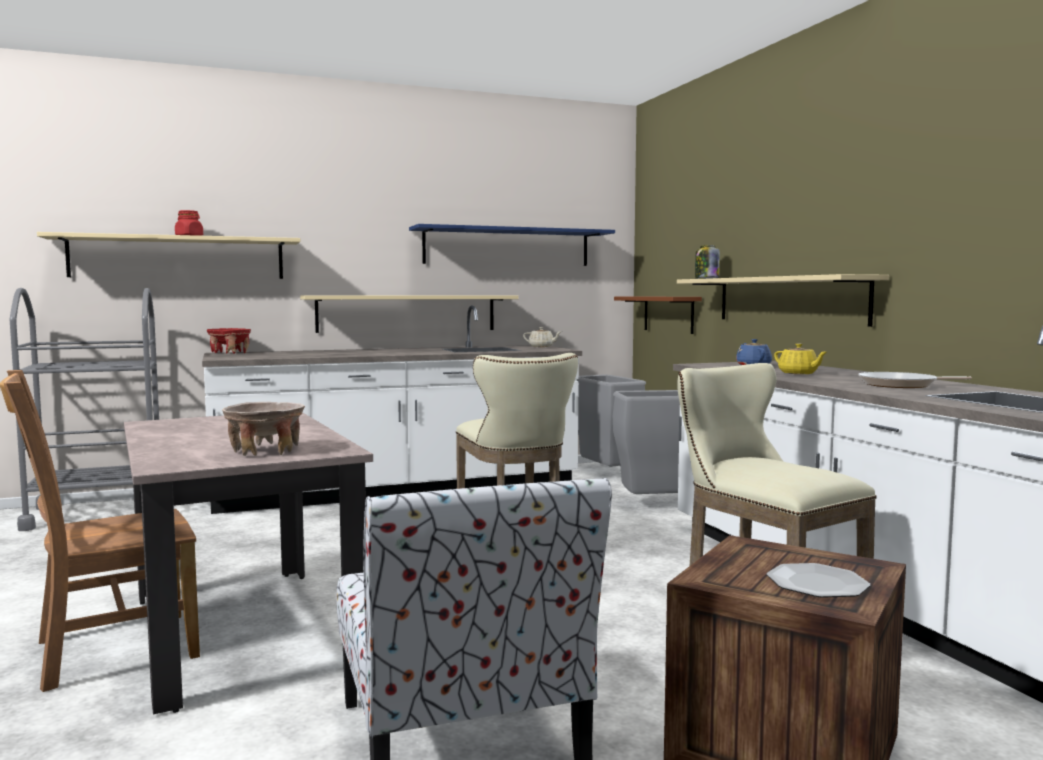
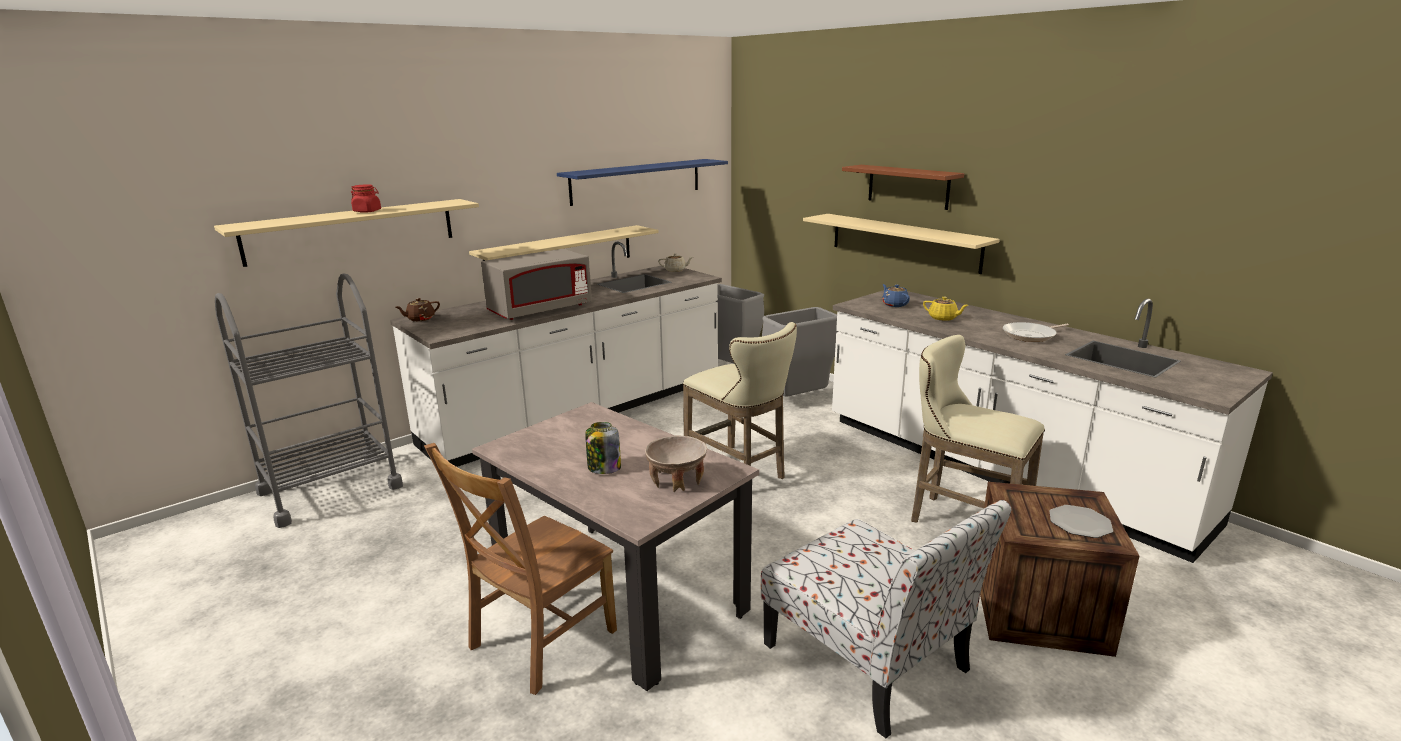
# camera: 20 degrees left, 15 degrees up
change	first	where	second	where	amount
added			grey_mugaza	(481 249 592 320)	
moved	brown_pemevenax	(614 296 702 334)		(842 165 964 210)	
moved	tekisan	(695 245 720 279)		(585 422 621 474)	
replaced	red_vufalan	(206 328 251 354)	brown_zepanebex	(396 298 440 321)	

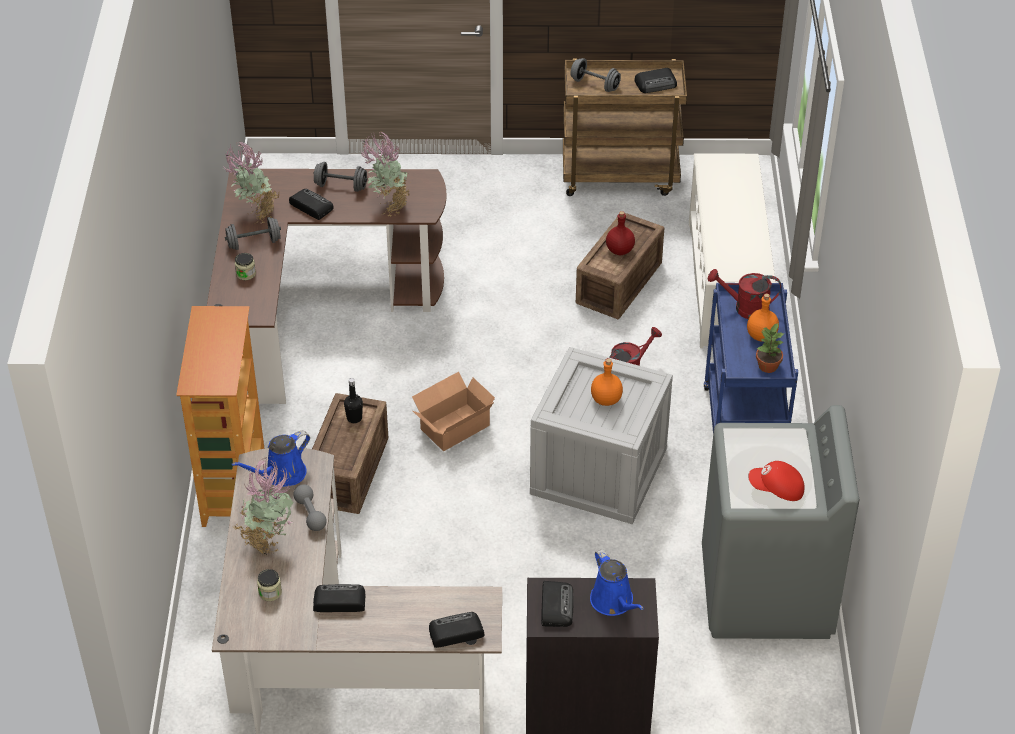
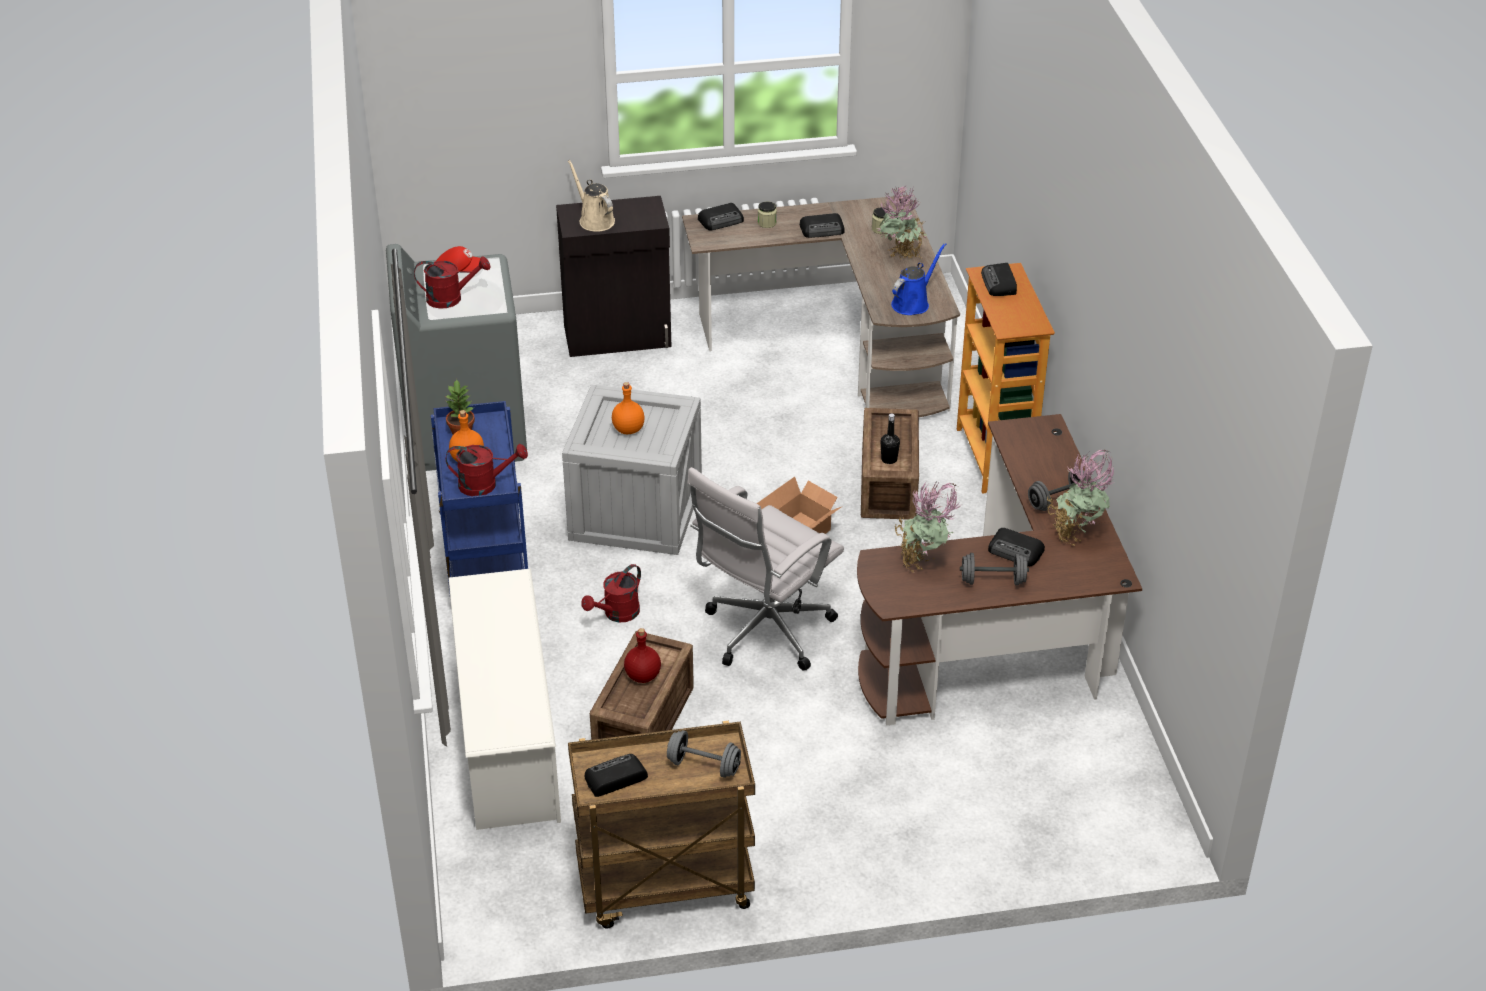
# camera: 170 degrees right, 5 degrees down
change	first	where	second	where	amount
removed	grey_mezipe	(293 484 327 531)			
added			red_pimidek	(414 257 491 309)	
added			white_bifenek	(687 467 844 671)	
moved	tekisan	(235 253 256 280)		(758 201 777 228)	
moved	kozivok	(541 581 573 627)		(981 263 1017 296)	
recoloured	blue_pimidek	(590 549 644 616)	beige_pimidek	(568 160 615 232)	

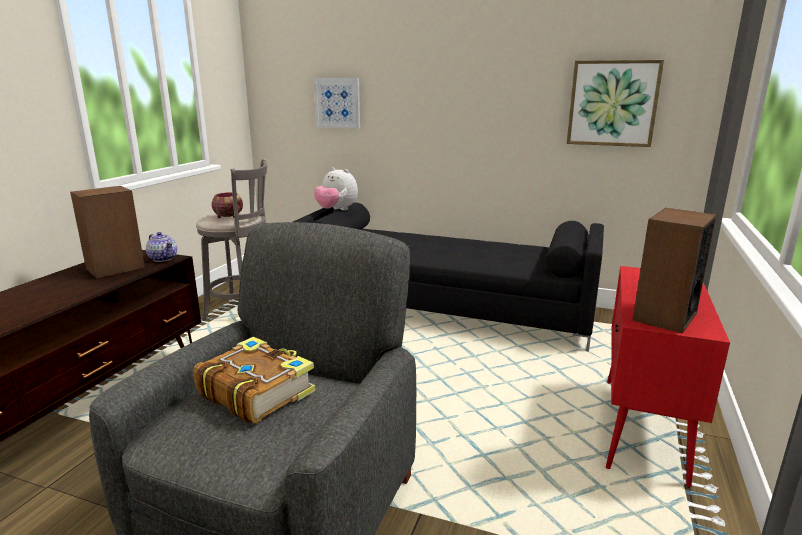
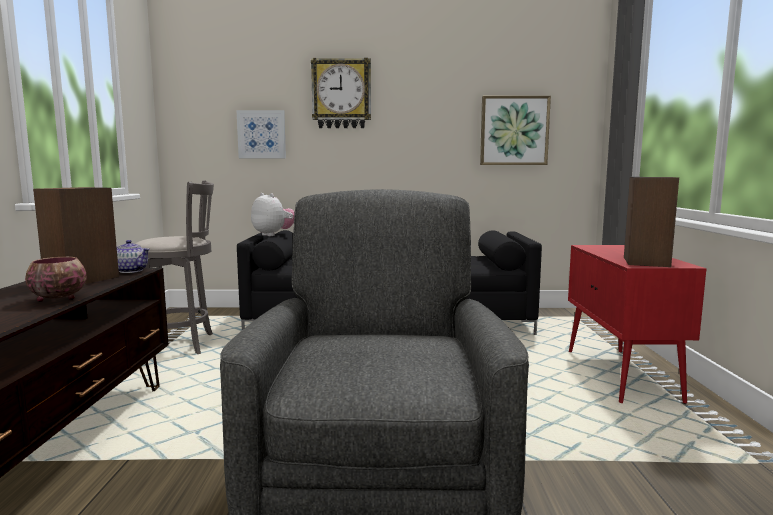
# camera: 20 degrees left, 10 degrees down
change	first	where	second	where	amount
removed	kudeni	(194 337 315 423)			
added			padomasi	(311 58 371 128)	
moved	vufalan	(212 192 243 218)		(25 257 87 302)	
turned	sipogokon	(314 167 358 211)		(251 193 295 236)	150 degrees counterclockwise

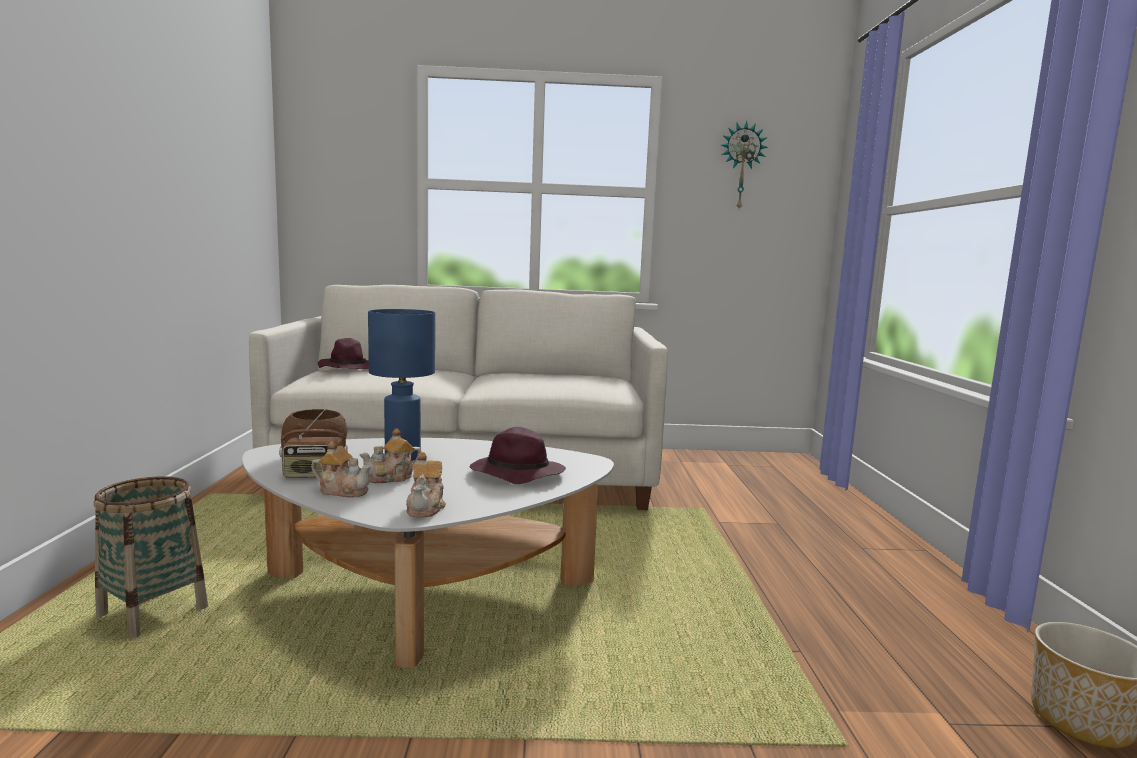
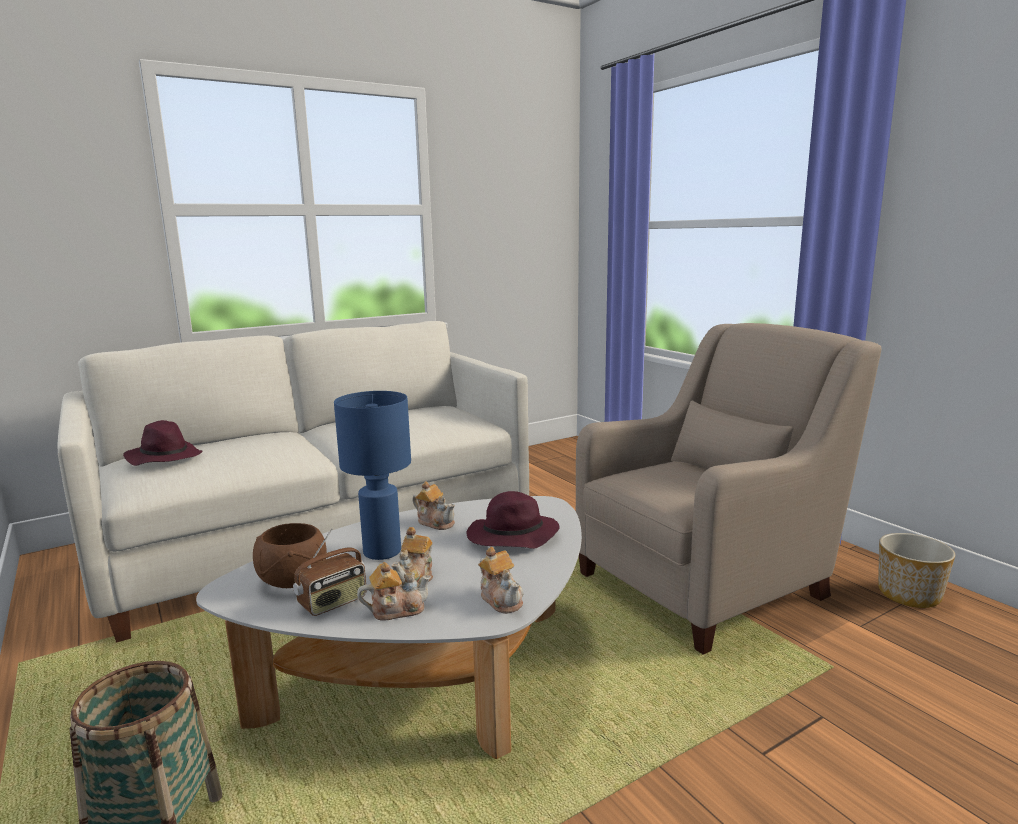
# camera: 30 degrees left, 5 degrees up
change	first	where	second	where	amount
removed	padomasi	(721 121 768 209)			
added			zepanebex	(413 481 455 530)	
added			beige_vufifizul	(576 323 881 655)	

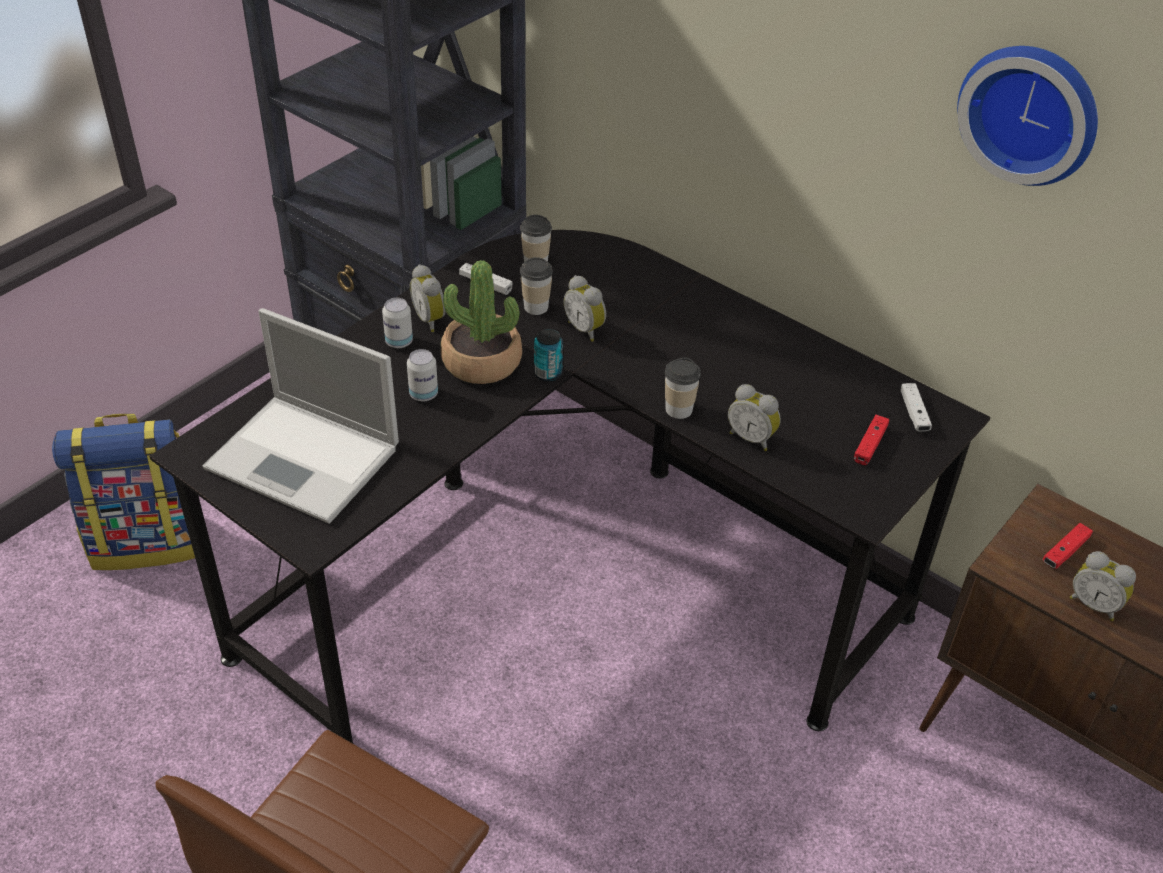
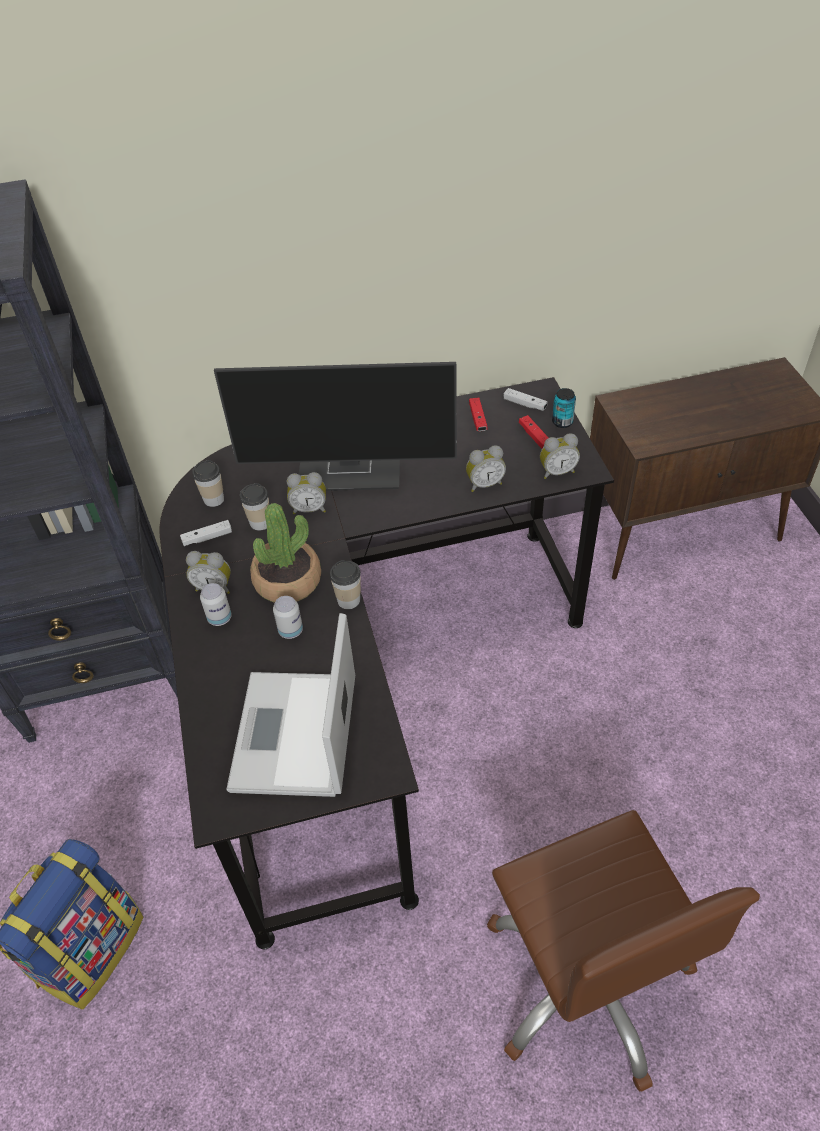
# camera: 50 degrees left, 5 degrees up
change	first	where	second	where	amount
removed	padomasi	(957 46 1098 186)			
added			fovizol	(214 362 457 491)	
moved	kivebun	(534 329 563 382)		(552 388 576 428)	
moved	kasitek	(665 357 701 419)		(330 560 361 609)	
moved	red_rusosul	(1043 523 1093 569)		(469 397 487 431)	
moved	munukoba	(1070 551 1136 621)		(540 433 580 479)	
turned	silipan	(203 308 399 524)		(226 613 355 797)	120 degrees clockwise

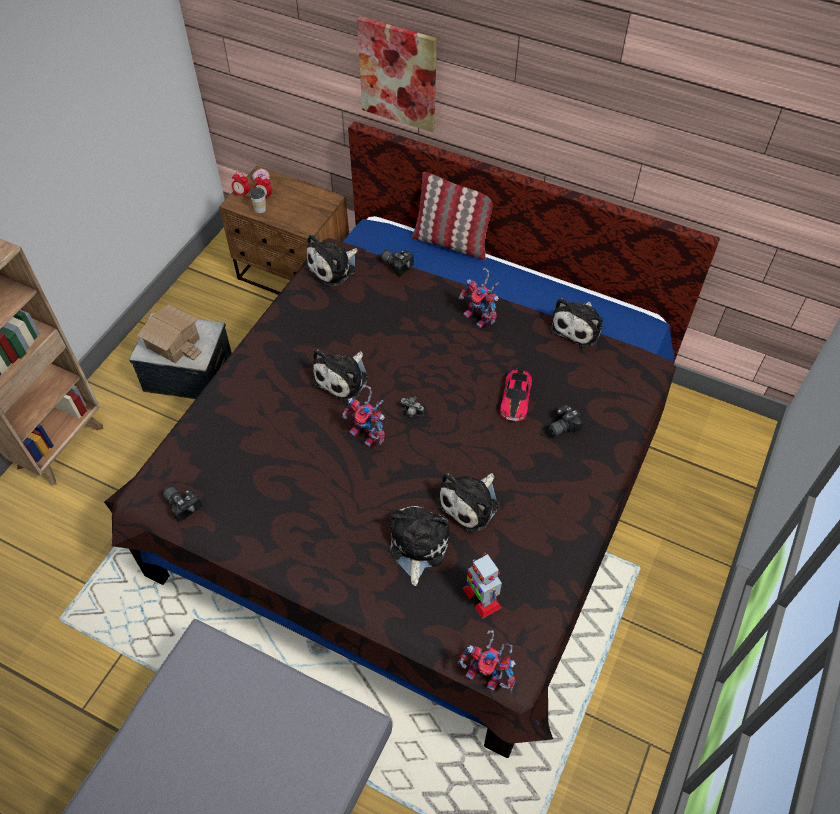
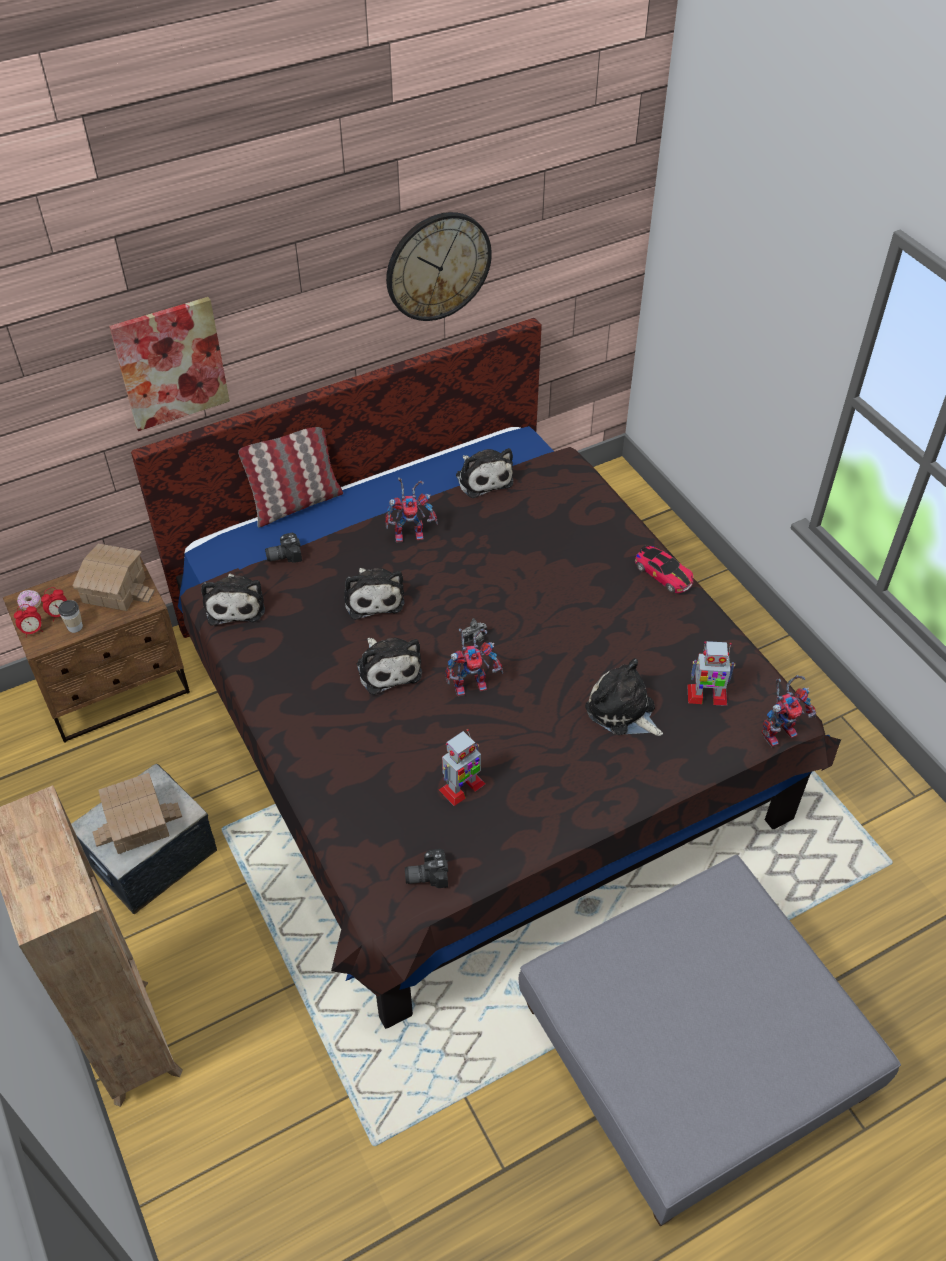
# camera: 55 degrees left, 5 degrees down
change	first	where	second	where	amount
removed	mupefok	(547 404 583 437)			
added			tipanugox	(72 544 154 611)	
added			padomasi	(386 212 492 321)	
added			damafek	(439 729 485 806)	
moved	sipogokon	(436 473 499 533)		(344 568 405 620)	
moved	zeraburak	(500 368 532 421)		(635 545 693 593)	

